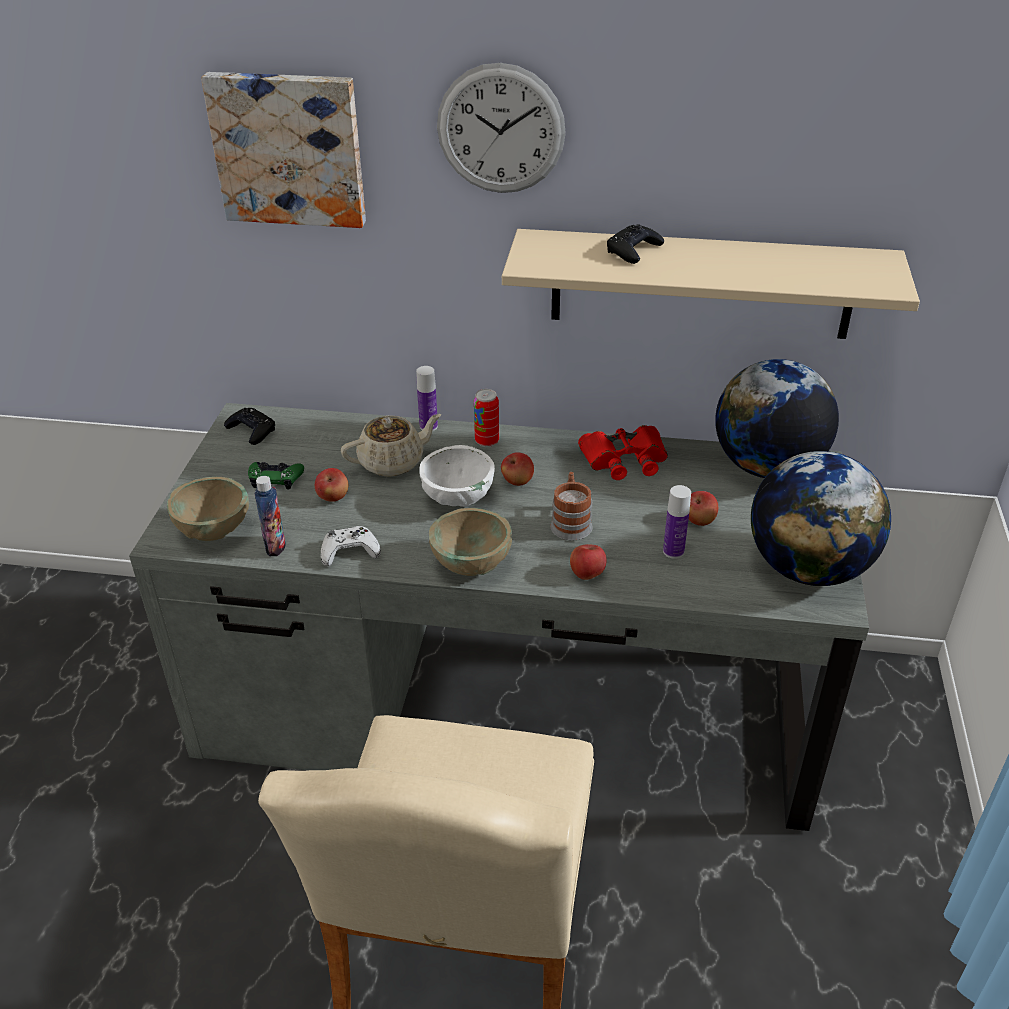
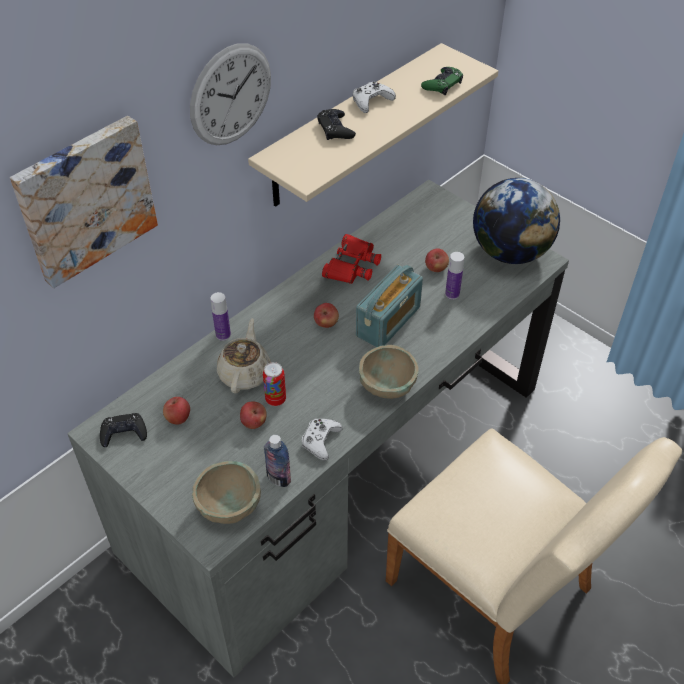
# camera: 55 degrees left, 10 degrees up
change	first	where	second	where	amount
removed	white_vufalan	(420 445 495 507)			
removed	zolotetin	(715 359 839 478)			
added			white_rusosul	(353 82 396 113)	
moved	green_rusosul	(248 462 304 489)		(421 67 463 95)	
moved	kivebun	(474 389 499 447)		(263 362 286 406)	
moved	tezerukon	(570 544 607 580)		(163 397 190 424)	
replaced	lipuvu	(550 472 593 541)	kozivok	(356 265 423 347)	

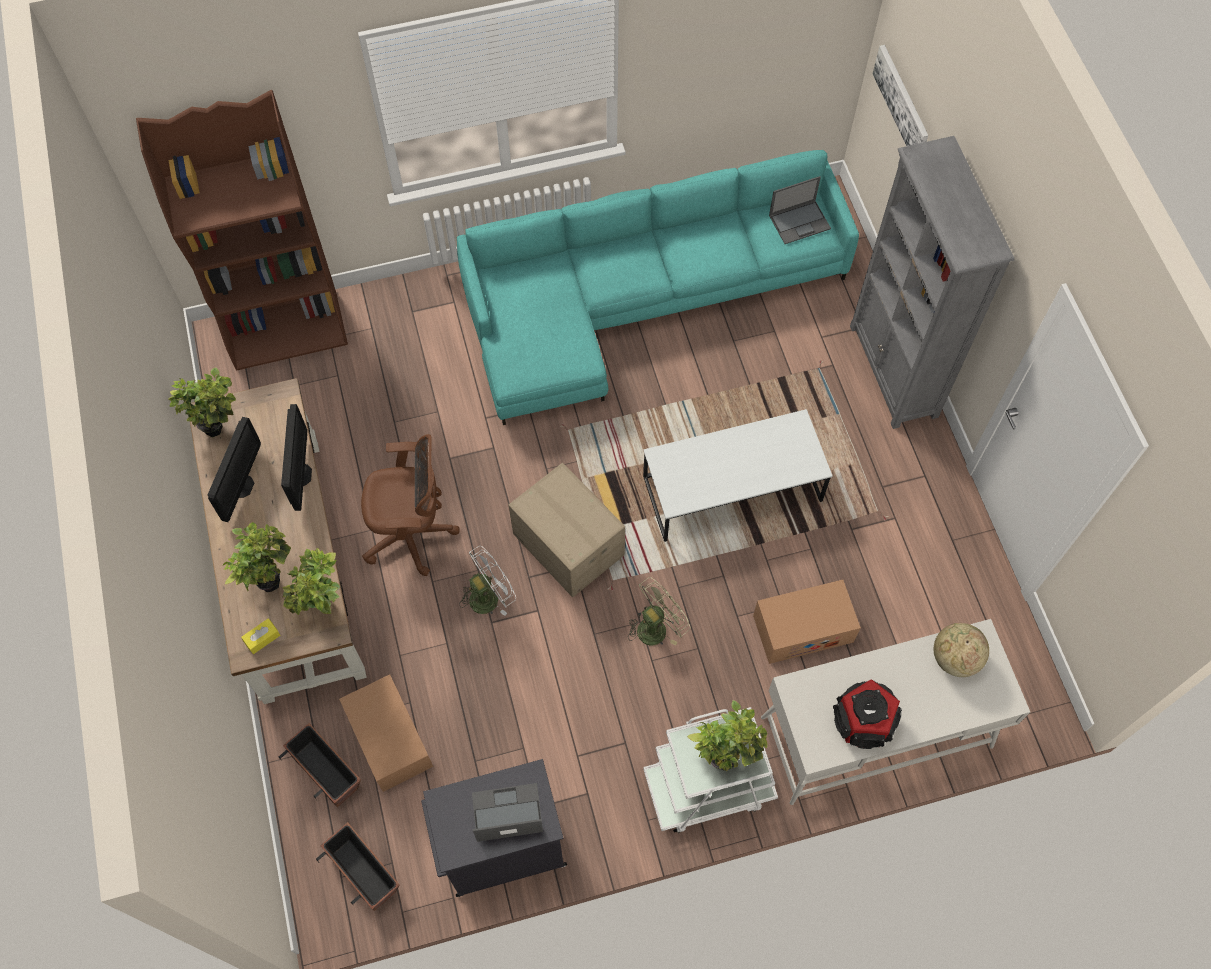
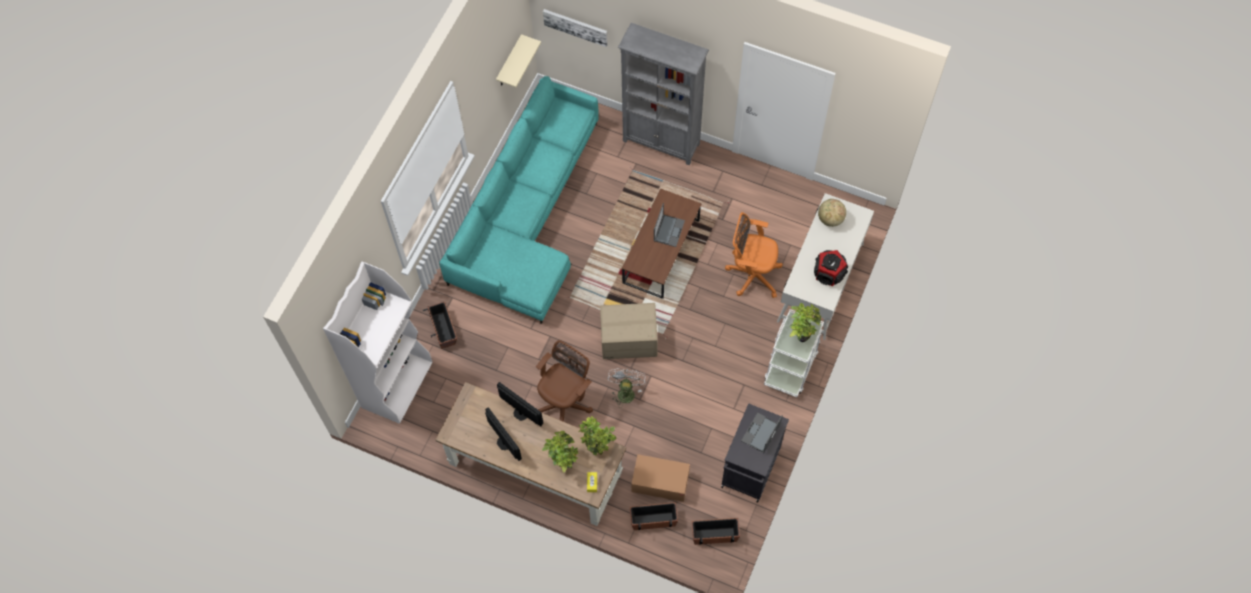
# camera: 50 degrees left, 0 degrees up
change	first	where	second	where	amount
removed	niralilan	(169 368 236 438)			
removed	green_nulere	(628 577 691 645)			
added			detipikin	(423 301 457 349)	
added			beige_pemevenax	(496 34 541 88)	
moved	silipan	(769 176 831 244)		(654 203 685 247)	
replaced	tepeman	(753 580 861 664)	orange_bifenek	(725 212 783 298)	
recoloured	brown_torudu	(136 90 348 371)	white_torudu	(323 262 433 424)	
recoloured	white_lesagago	(643 409 833 542)	brown_lesagago	(622 188 701 299)	

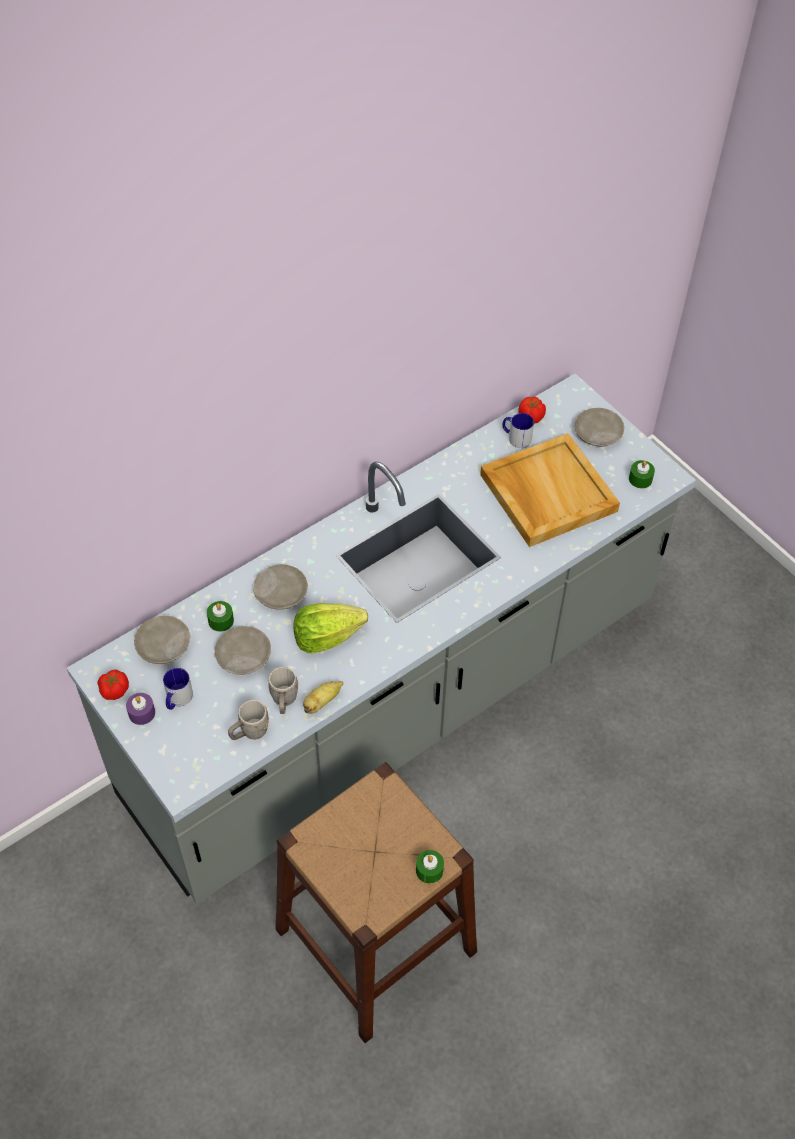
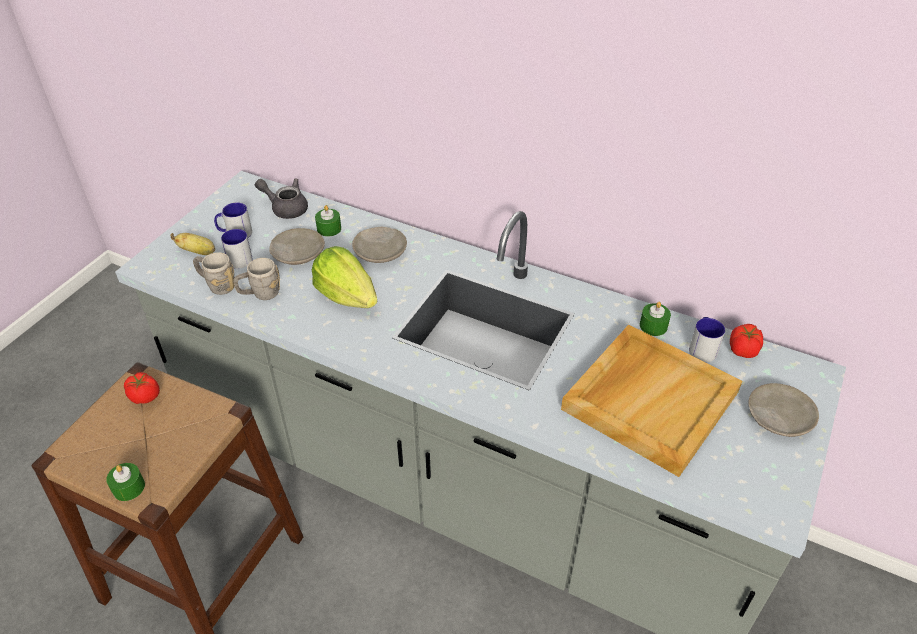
# camera: 65 degrees right, 10 degrees down
change	first	where	second	where	amount
removed	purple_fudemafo	(126 693 155 725)			
added			lipuvu	(221 229 253 269)	
moved	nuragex	(97 669 129 700)		(124 372 160 404)	
moved	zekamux	(303 681 343 714)		(170 233 215 255)	
moved	green_fudemafo	(629 460 655 488)		(640 302 671 336)	
replaced	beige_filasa	(134 616 190 664)	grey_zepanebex	(255 179 308 219)	

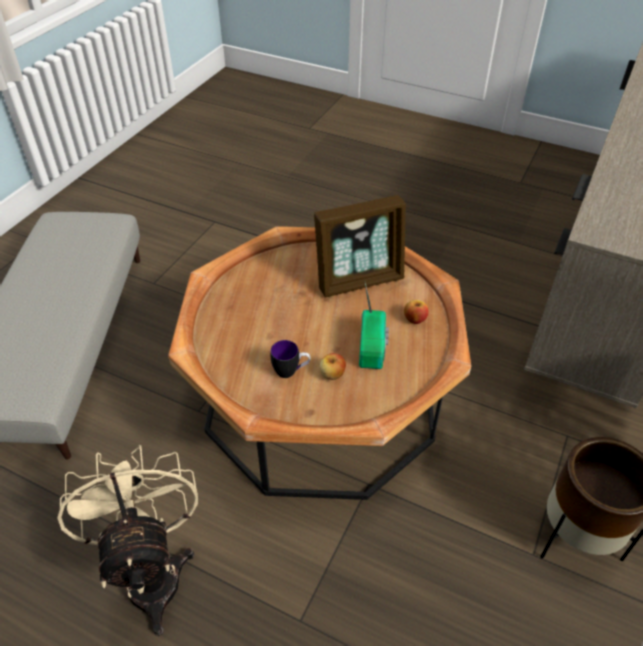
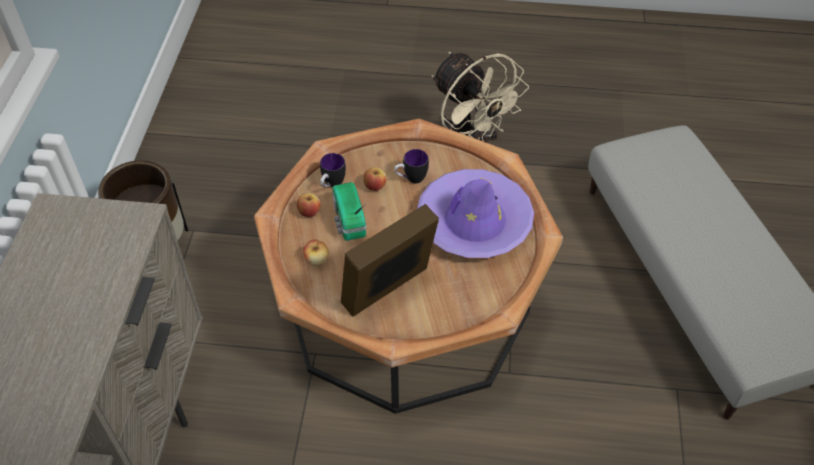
# camera: 160 degrees right, 5 degrees up
change	first	where	second	where	amount
added			tezerukon	(296 193 321 217)	
added			lipuvu	(320 153 346 187)	
added			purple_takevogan	(417 169 534 258)	

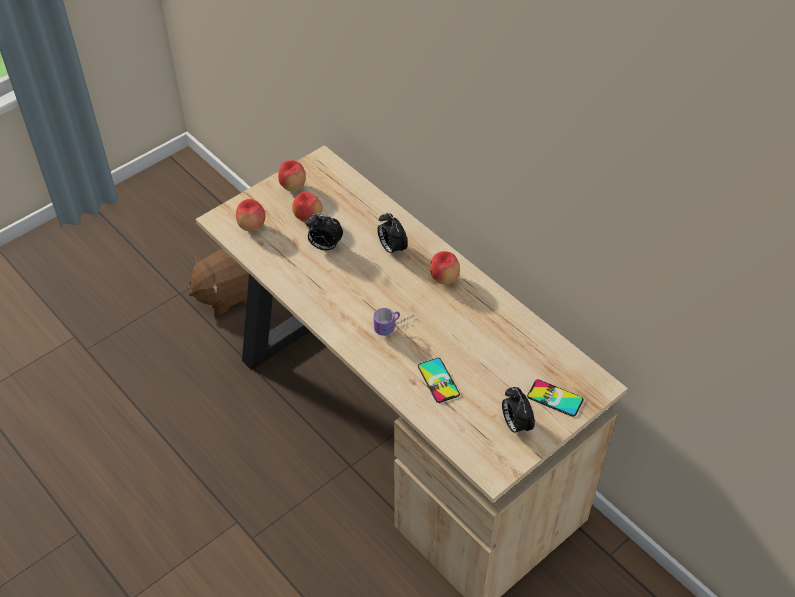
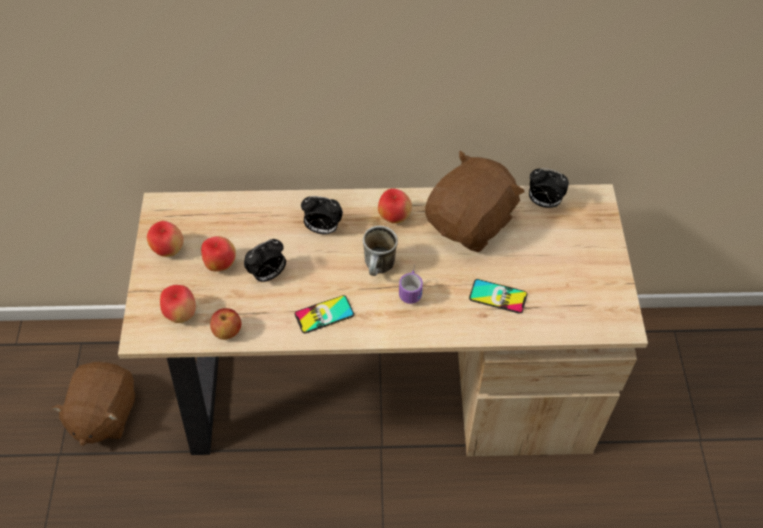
# camera: 50 degrees left, 5 degrees up
change	first	where	second	where	amount
added			tezerukon	(210 308 241 340)	
added			lipuvu	(363 226 398 276)	
added			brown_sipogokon	(425 150 525 252)	
moved	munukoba	(502 387 535 436)		(529 168 569 208)	
moved	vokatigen	(527 379 583 417)		(295 295 354 333)	

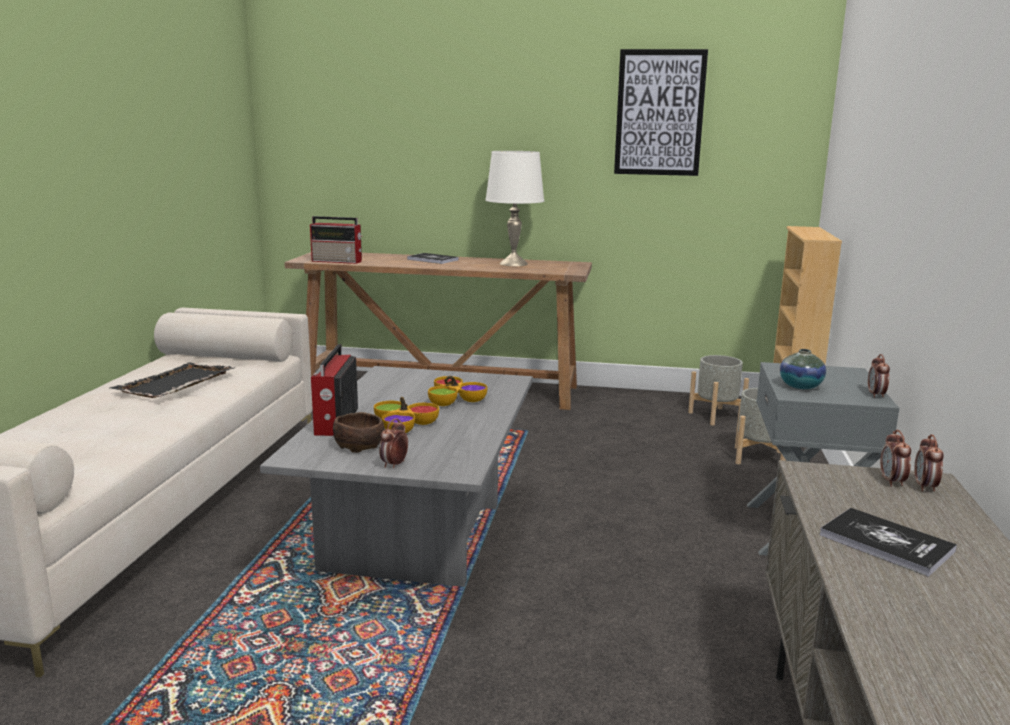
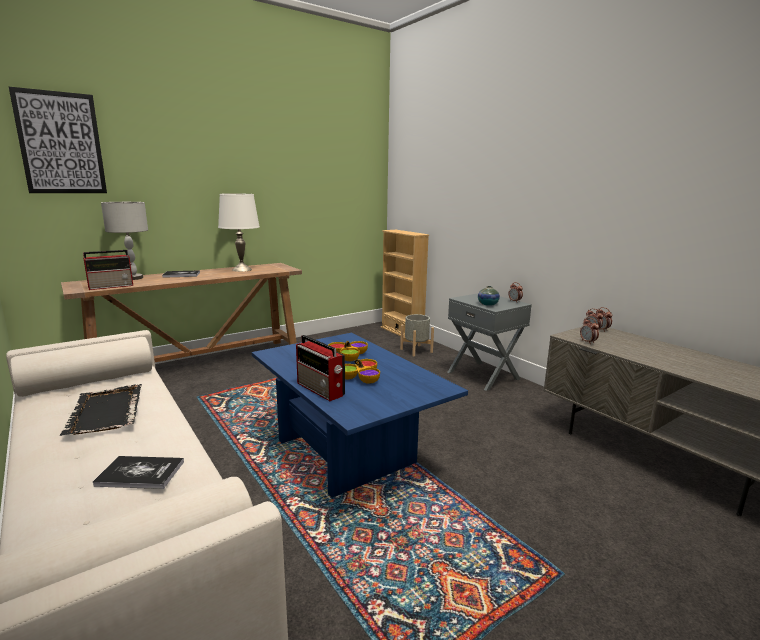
# camera: 45 degrees left, 0 degrees up
change	first	where	second	where	amount
removed	brown_vufalan	(333 412 384 453)			
removed	grey_detipikin	(688 355 749 425)			
added			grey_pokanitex	(101 202 148 280)	
moved	munukoba	(379 418 408 468)		(580 318 599 343)	
moved	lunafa	(614 49 708 176)		(9 87 107 193)	
moved	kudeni	(820 508 957 577)		(93 456 184 489)	
recoloured	grey_lesagago	(260 366 533 587)	blue_lesagago	(252 333 468 498)	

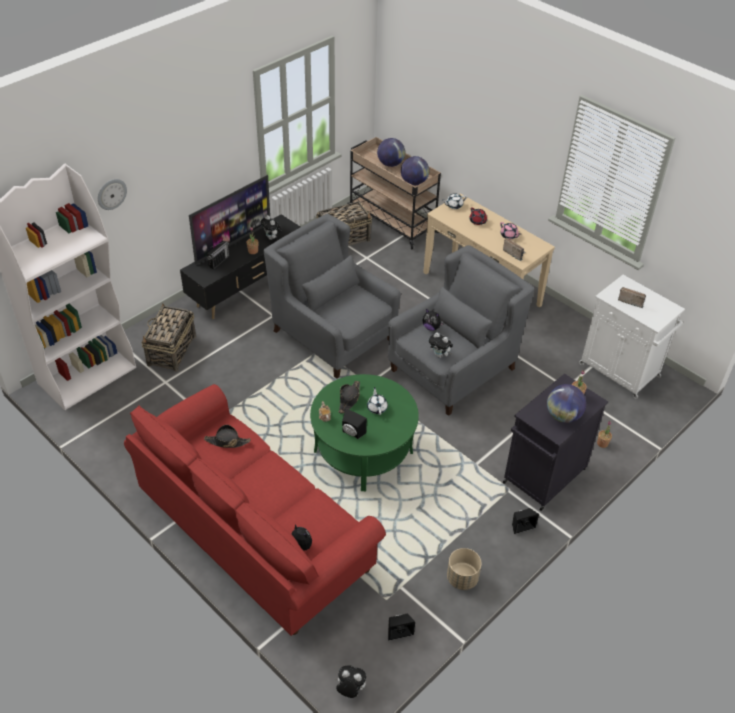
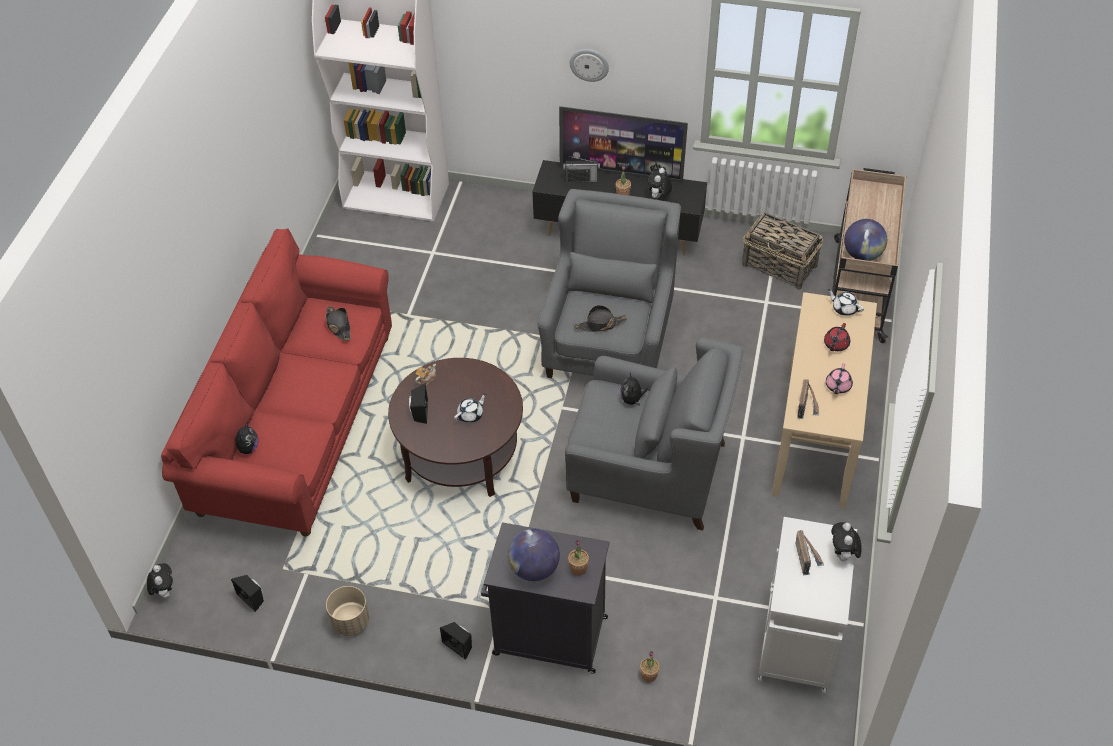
# camera: 60 degrees right, 5 degrees up
change	first	where	second	where	amount
removed	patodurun	(142 303 196 372)			
removed	zolotetin	(377 138 405 167)			
moved	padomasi	(98 179 127 210)		(570 49 609 82)	
moved	black_takevogan	(339 381 360 414)		(574 305 627 332)	
moved	sipogokon	(429 333 453 358)		(831 522 861 564)	
recoloured	green_lesagago	(310 374 419 491)	brown_lesagago	(388 358 523 497)	

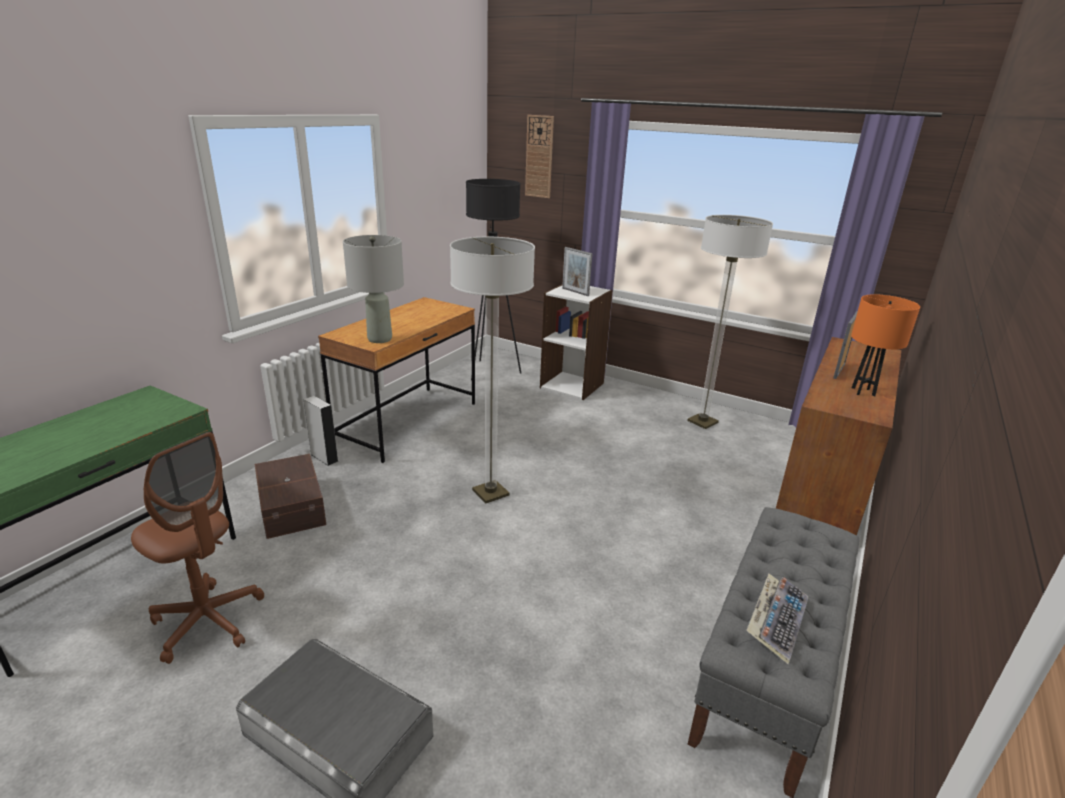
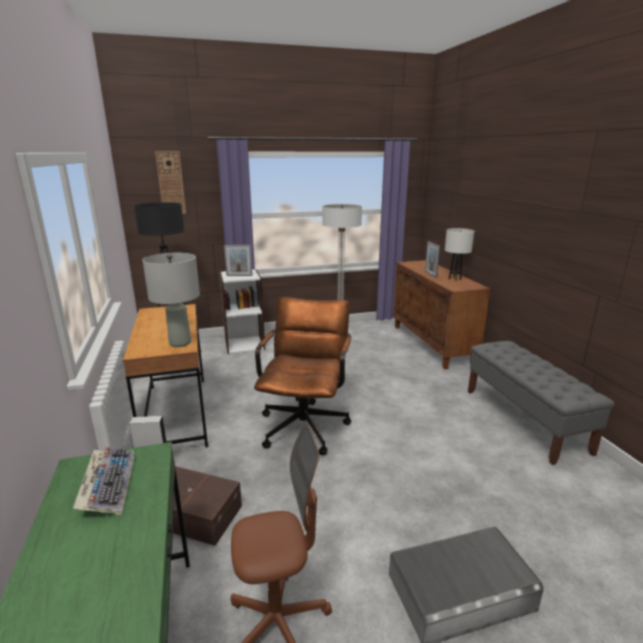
# camera: 45 degrees left, 5 degrees down
change	first	where	second	where	amount
moved	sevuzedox	(746 574 808 664)		(73 446 135 515)	
replaced	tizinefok	(450 237 535 503)	brown_bifenek	(254 297 352 455)	
recoloured	orange_pokanitex	(851 294 920 396)	white_pokanitex	(445 228 475 281)	

